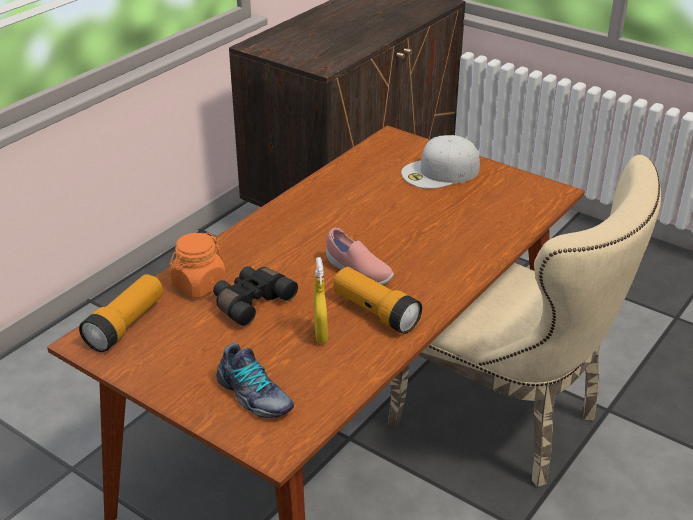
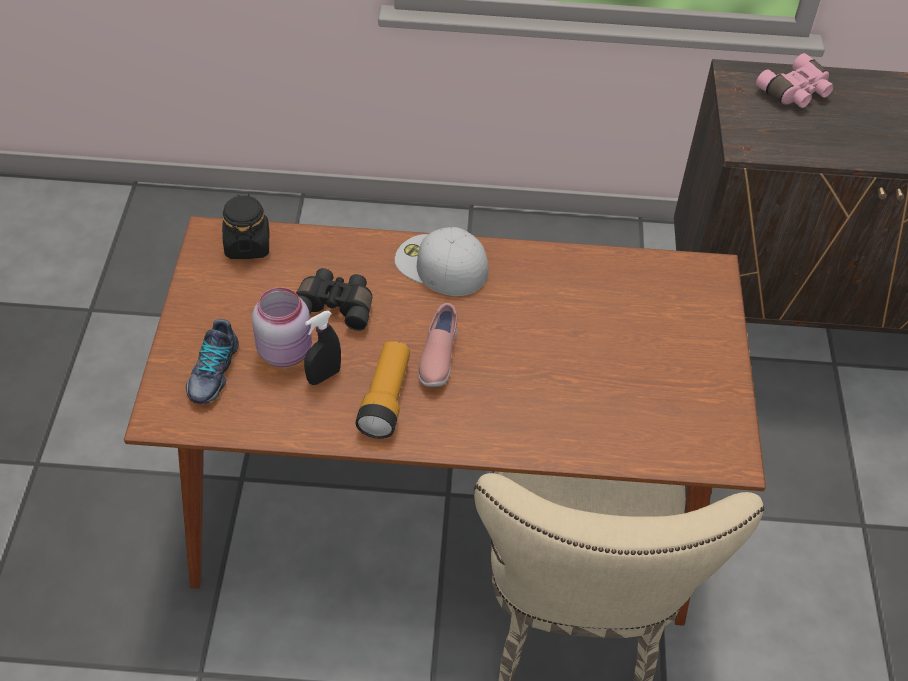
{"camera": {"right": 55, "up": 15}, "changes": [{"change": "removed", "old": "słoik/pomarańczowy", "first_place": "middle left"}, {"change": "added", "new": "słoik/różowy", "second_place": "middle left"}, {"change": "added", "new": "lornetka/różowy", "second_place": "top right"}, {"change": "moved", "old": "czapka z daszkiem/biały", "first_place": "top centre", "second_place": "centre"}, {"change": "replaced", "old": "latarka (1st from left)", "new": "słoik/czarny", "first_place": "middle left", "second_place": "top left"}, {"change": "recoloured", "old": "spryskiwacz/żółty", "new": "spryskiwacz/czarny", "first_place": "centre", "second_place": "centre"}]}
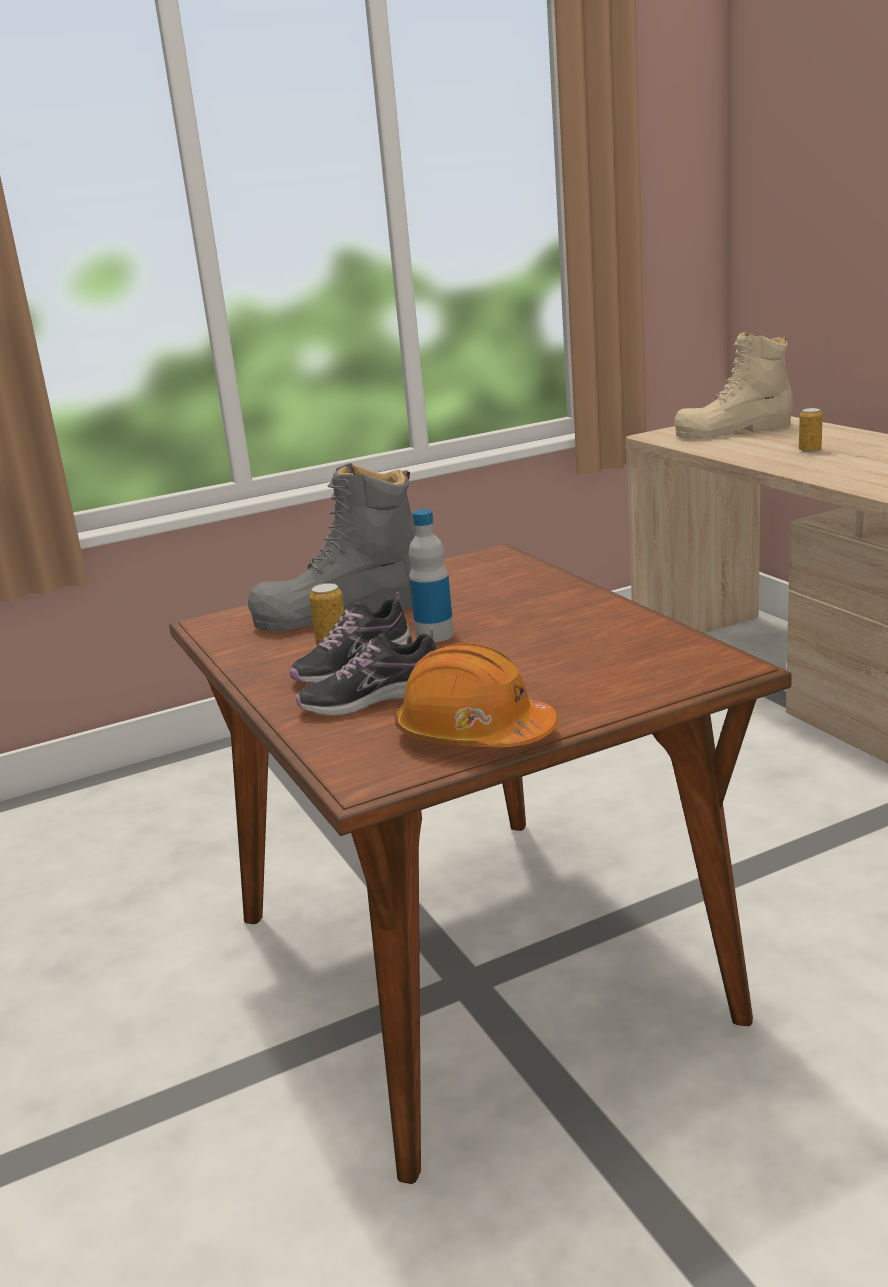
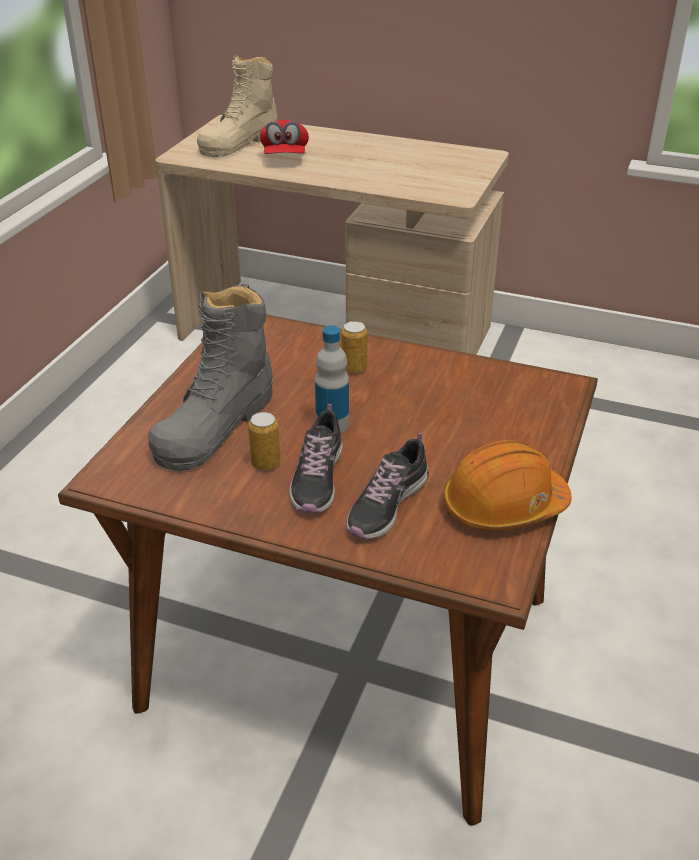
{"camera": {"right": -45, "up": 15}, "changes": [{"change": "added", "new": "czapka z daszkiem/czerwony", "second_place": "top centre"}, {"change": "moved", "old": "puszka (2nd from left)", "first_place": "middle right", "second_place": "centre"}]}
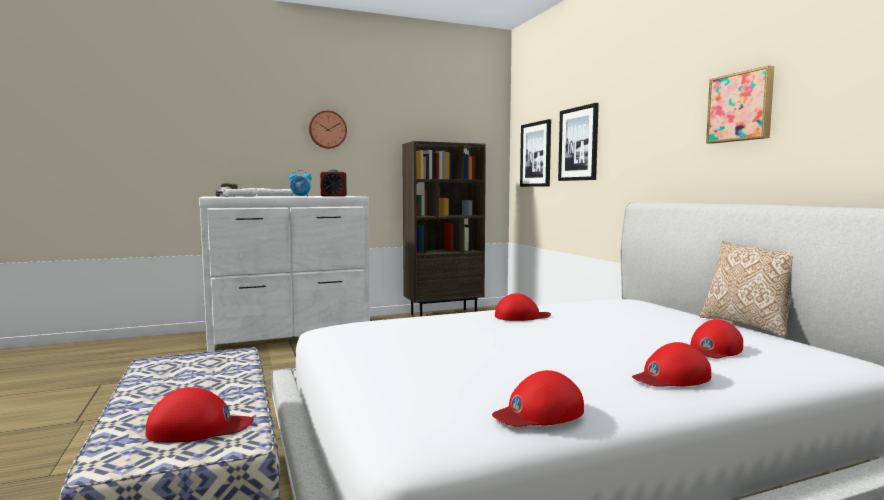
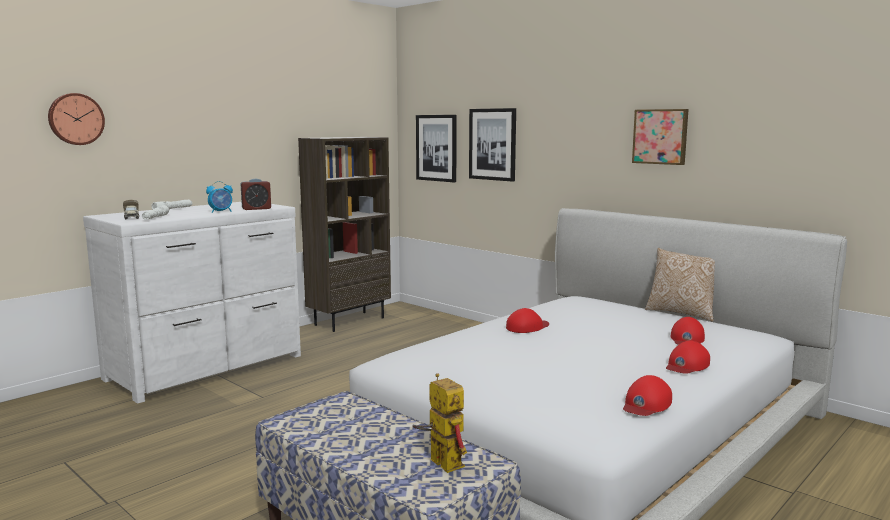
{"camera": {"right": -25, "up": 5}, "changes": [{"change": "moved", "old": "zegar ścienny", "first_place": "top centre", "second_place": "top left"}, {"change": "replaced", "old": "czapka z daszkiem/czerwony (1st from left)", "new": "robot zabawkowy", "first_place": "bottom left", "second_place": "bottom centre"}]}
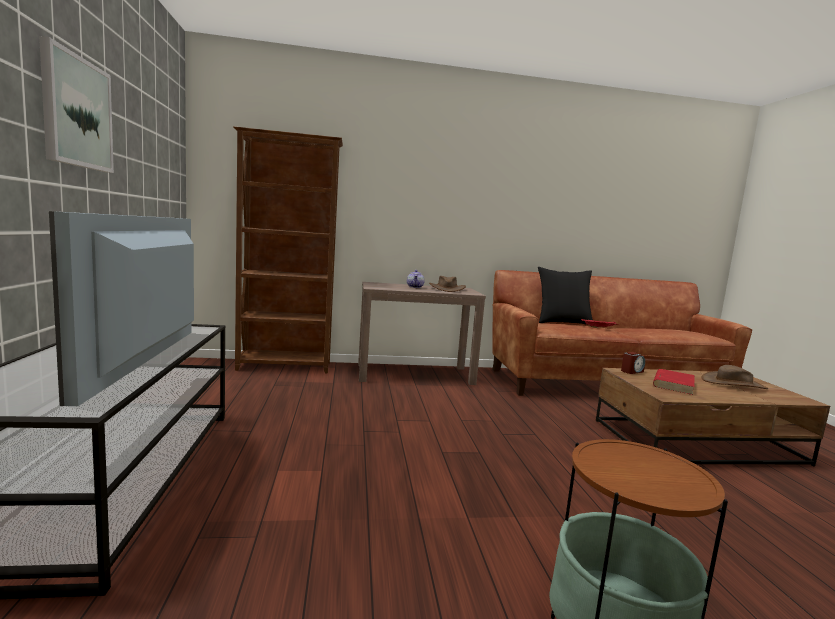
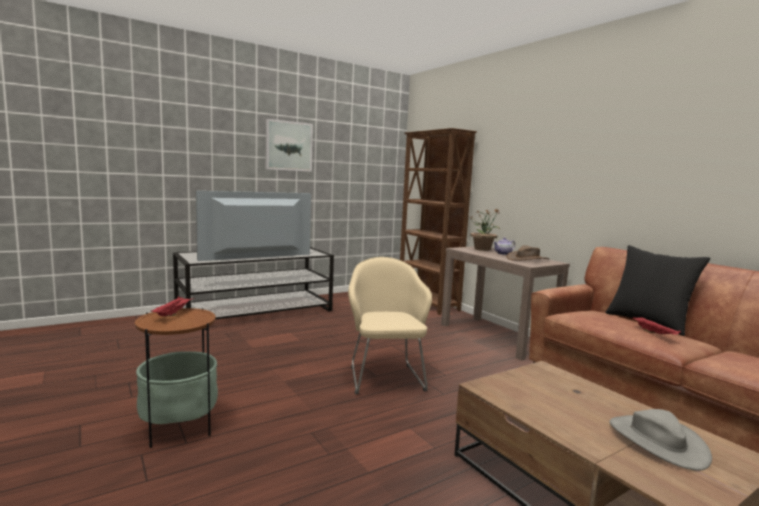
{"camera": {"right": 65, "up": 0}, "changes": [{"change": "removed", "old": "budzik", "first_place": "middle right"}, {"change": "removed", "old": "książka/czerwony", "first_place": "middle right"}, {"change": "added", "new": "taca/czerwony (1st from left)", "second_place": "middle left"}, {"change": "added", "new": "fotel/beżowy", "second_place": "centre"}, {"change": "added", "new": "roślina doniczkowa", "second_place": "centre"}, {"change": "recoloured", "old": "kapelusz/brązowy (2nd from left)", "new": "kapelusz/szary", "first_place": "middle right", "second_place": "bottom right"}]}
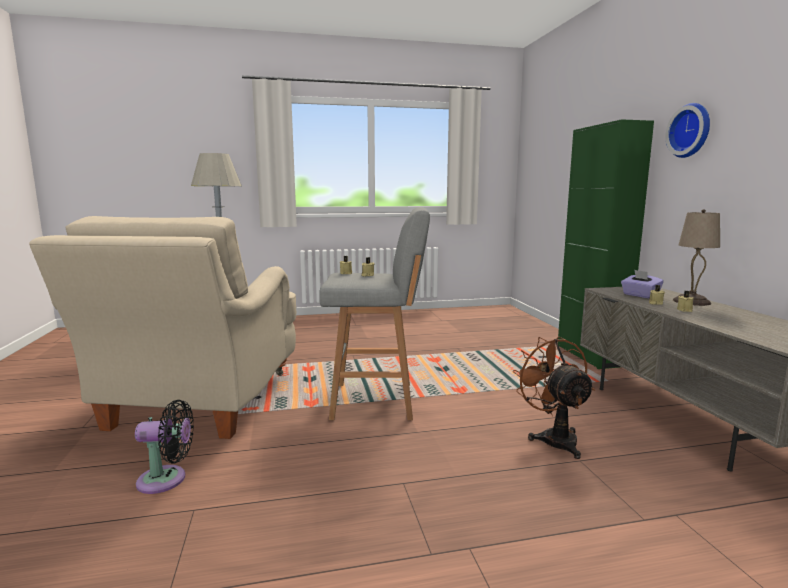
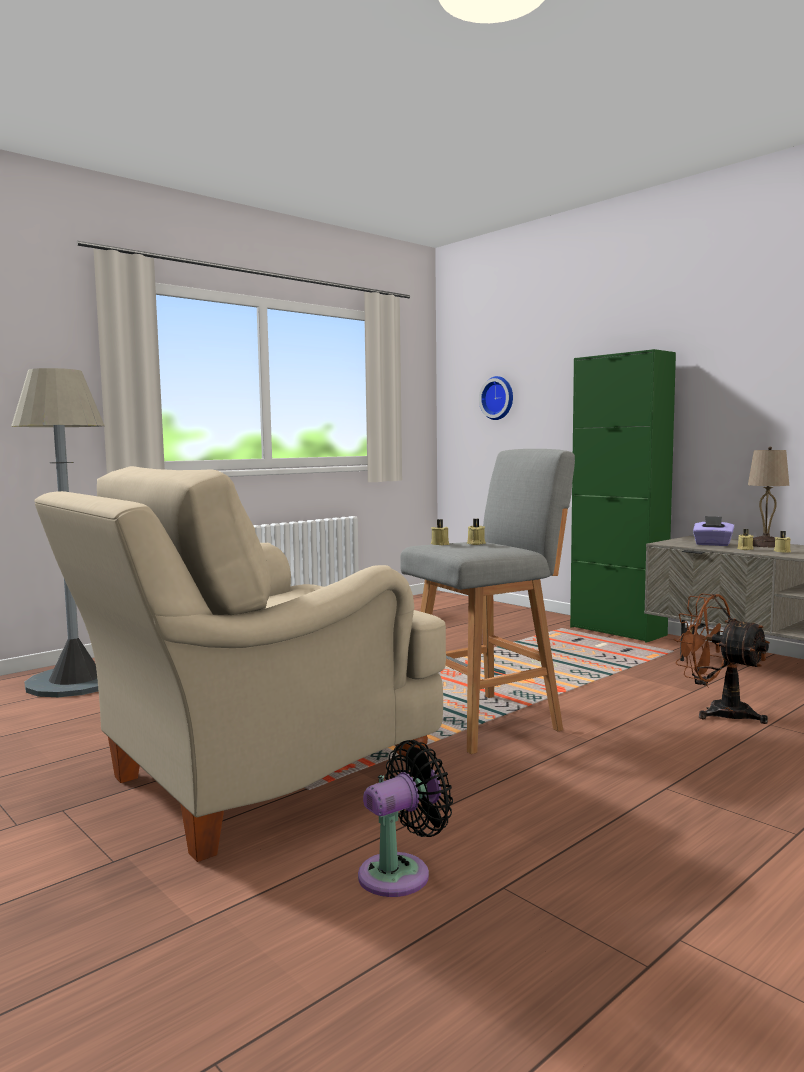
{"camera": {"right": -30, "up": -5}, "changes": [{"change": "moved", "old": "zegar ścienny", "first_place": "top right", "second_place": "centre"}, {"change": "turned", "old": "fotel/beżowy", "first_place": "middle left", "second_place": "middle left", "degrees": 75}]}
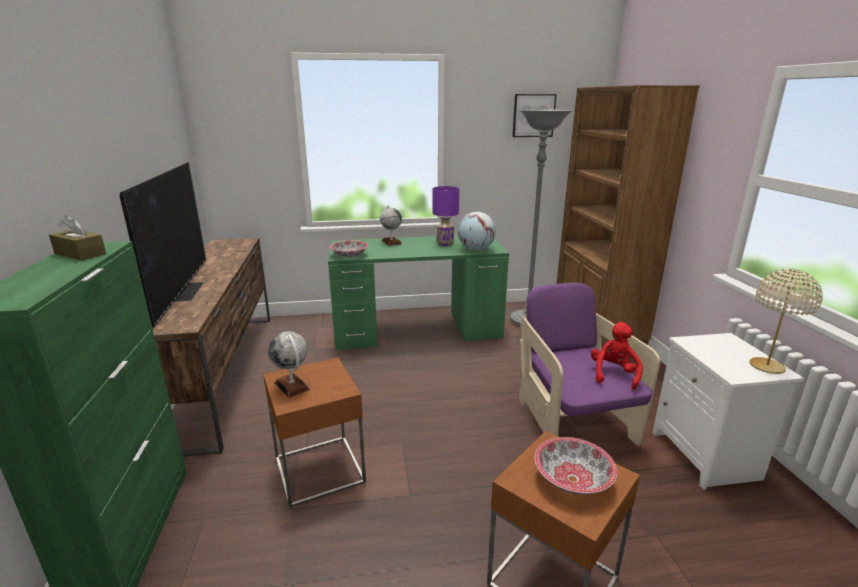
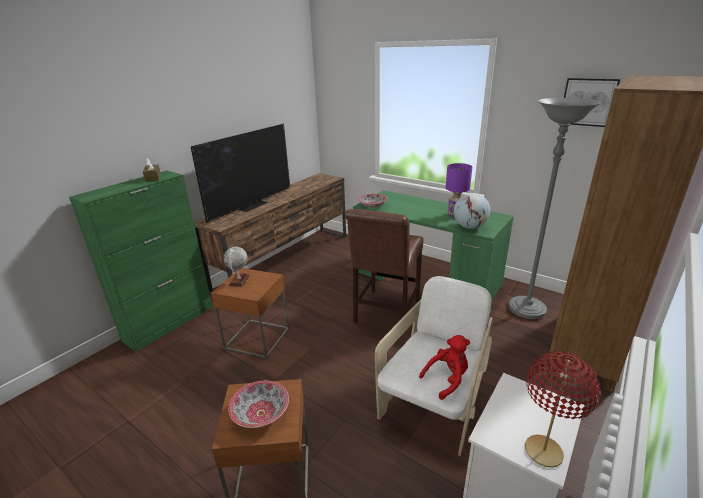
{"camera": {"right": 45, "up": 5}, "changes": [{"change": "removed", "old": "globus (2nd from left)", "first_place": "centre"}, {"change": "added", "new": "krzesło/brązowy", "second_place": "centre"}, {"change": "recoloured", "old": "fotel/fioletowy", "new": "fotel/biały", "first_place": "middle right", "second_place": "bottom centre"}, {"change": "recoloured", "old": "lampa stołowa/beżowy", "new": "lampa stołowa/czerwony", "first_place": "middle right", "second_place": "bottom right"}]}
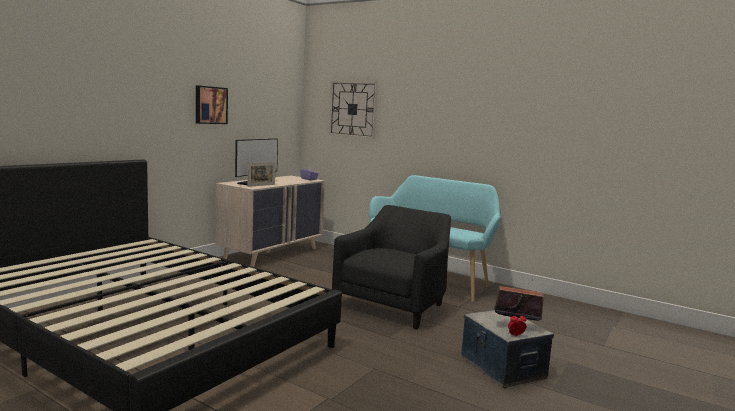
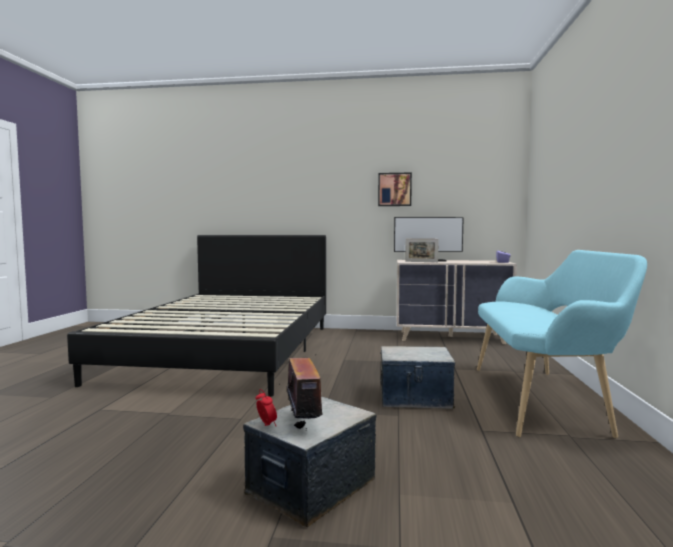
{"camera": {"right": 65, "up": -5}, "changes": [{"change": "removed", "old": "zegar ścienny", "first_place": "top centre"}, {"change": "replaced", "old": "fotel/czarny", "new": "pojemnik do przechowywania (2nd from left)", "first_place": "centre", "second_place": "bottom centre"}]}
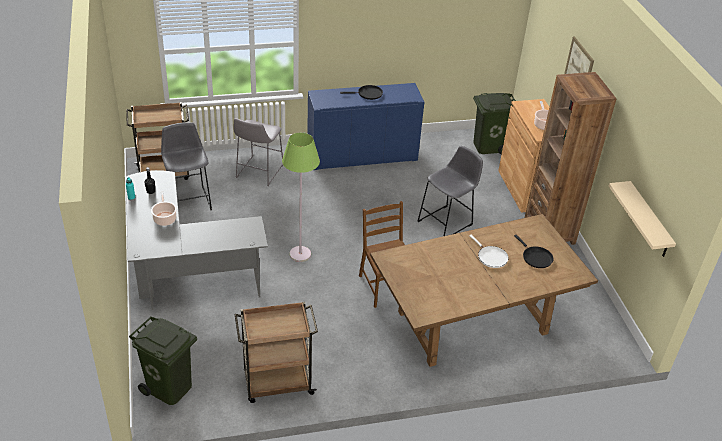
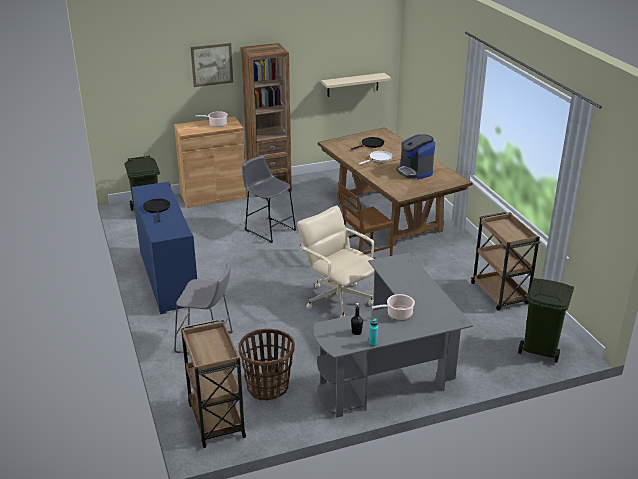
{"camera": {"right": -95, "up": -10}, "changes": [{"change": "added", "new": "ekspres do kawy", "second_place": "top centre"}, {"change": "replaced", "old": "stołek/szary (1st from left)", "new": "koszyk", "first_place": "middle left", "second_place": "bottom centre"}, {"change": "replaced", "old": "lampa stojąca/zielony", "new": "krzesło biurowe/beżowy", "first_place": "centre", "second_place": "centre"}]}
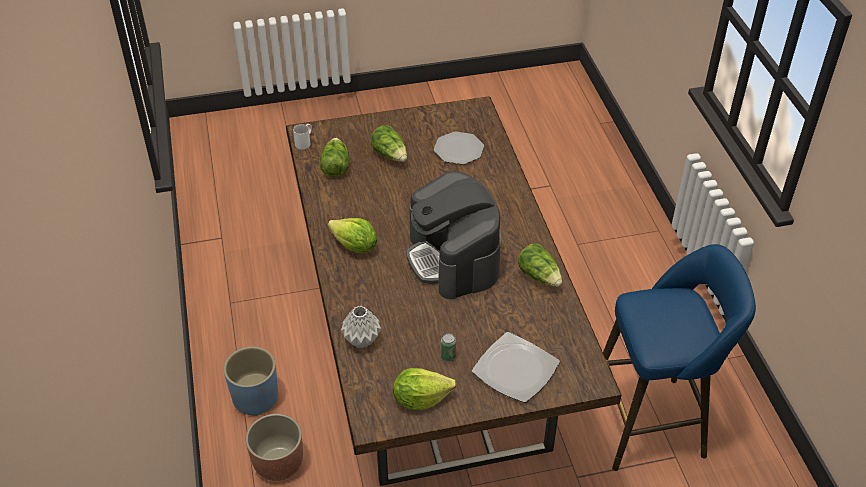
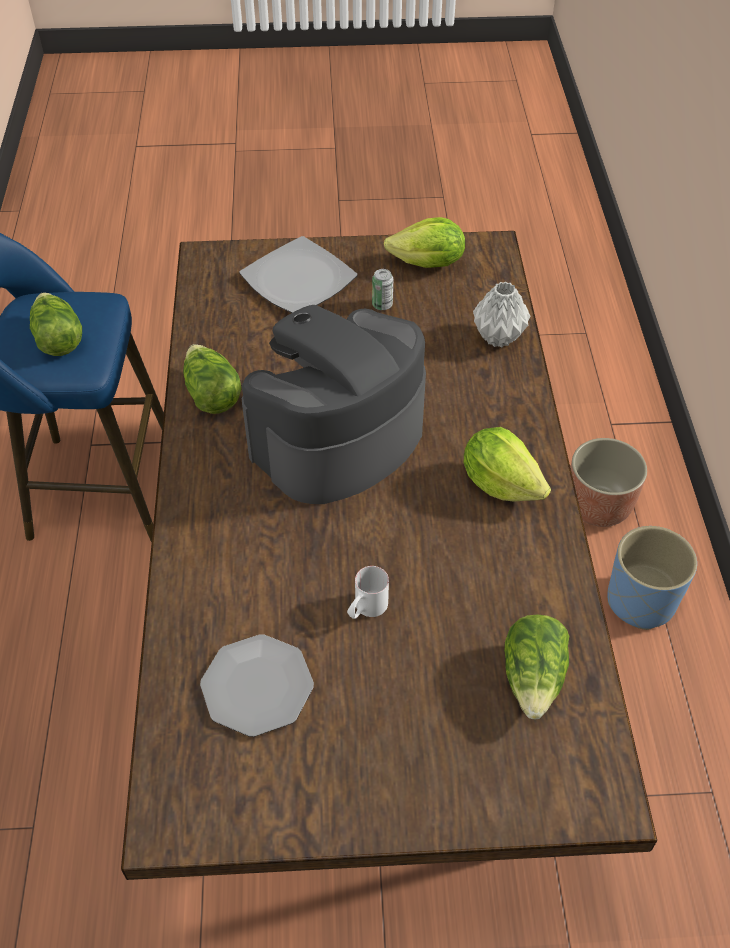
{"camera": {"right": -170, "up": 5}, "changes": [{"change": "moved", "old": "kubek/biały", "first_place": "top centre", "second_place": "centre"}, {"change": "moved", "old": "sałata (3rd from left in the first image)", "new": "sałata (1st from left)", "first_place": "top centre", "second_place": "middle left"}, {"change": "turned", "old": "ekspres do kawy", "first_place": "centre", "second_place": "centre", "degrees": -120}]}
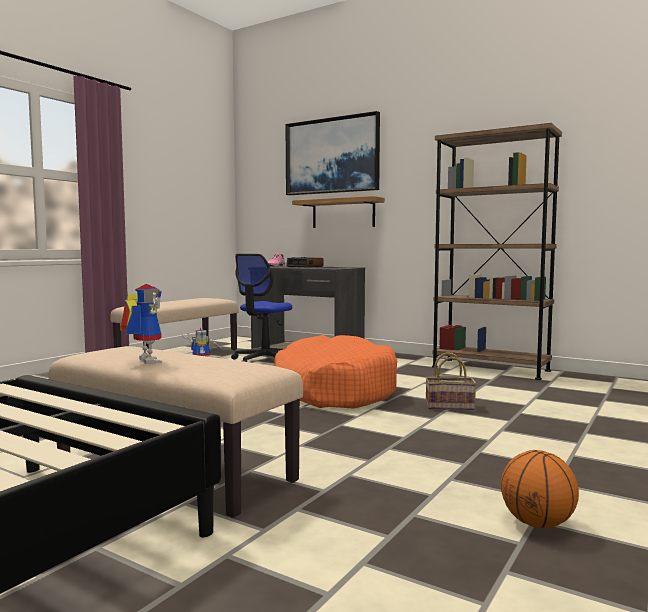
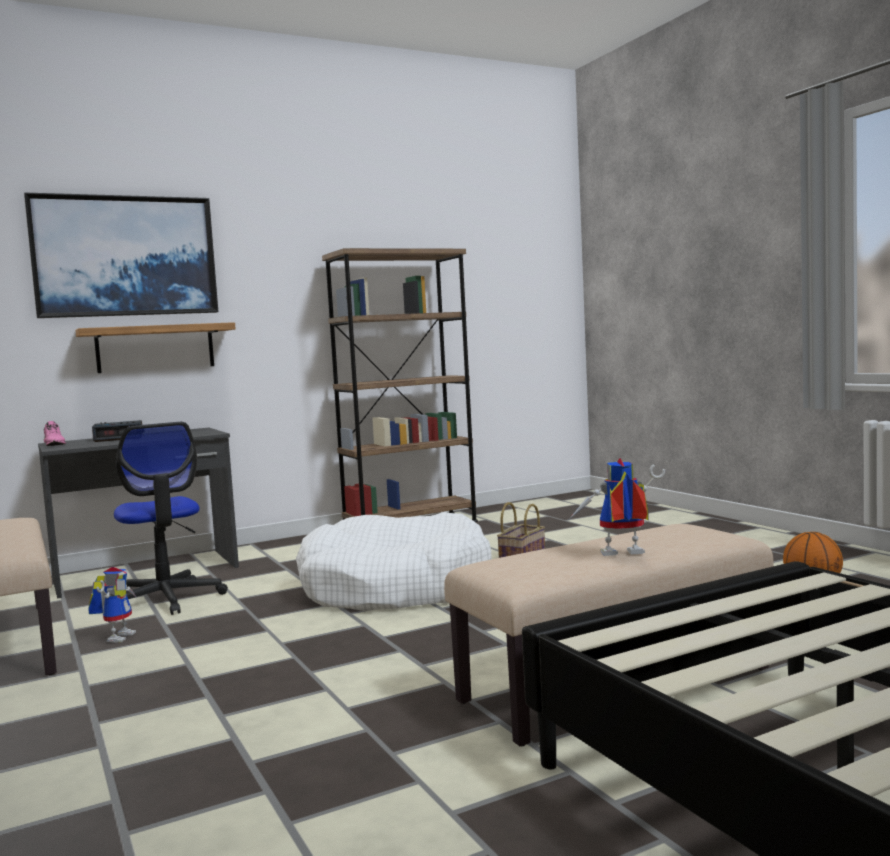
{"camera": {"right": -60, "up": 0}, "changes": [{"change": "recoloured", "old": "legowisko/pomarańczowy", "new": "legowisko/biały", "first_place": "centre", "second_place": "centre"}]}
